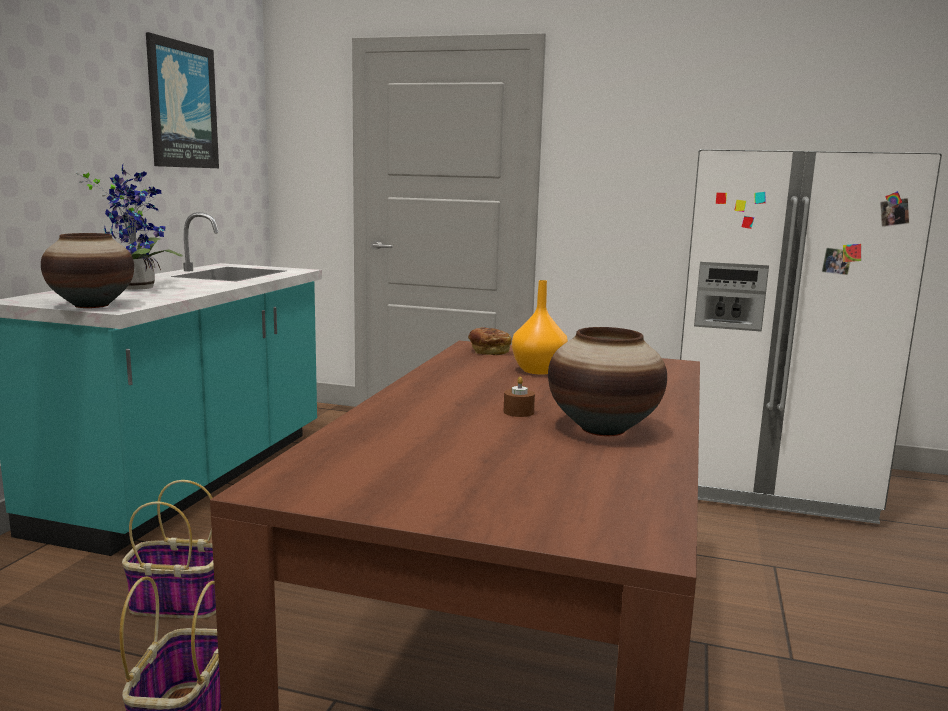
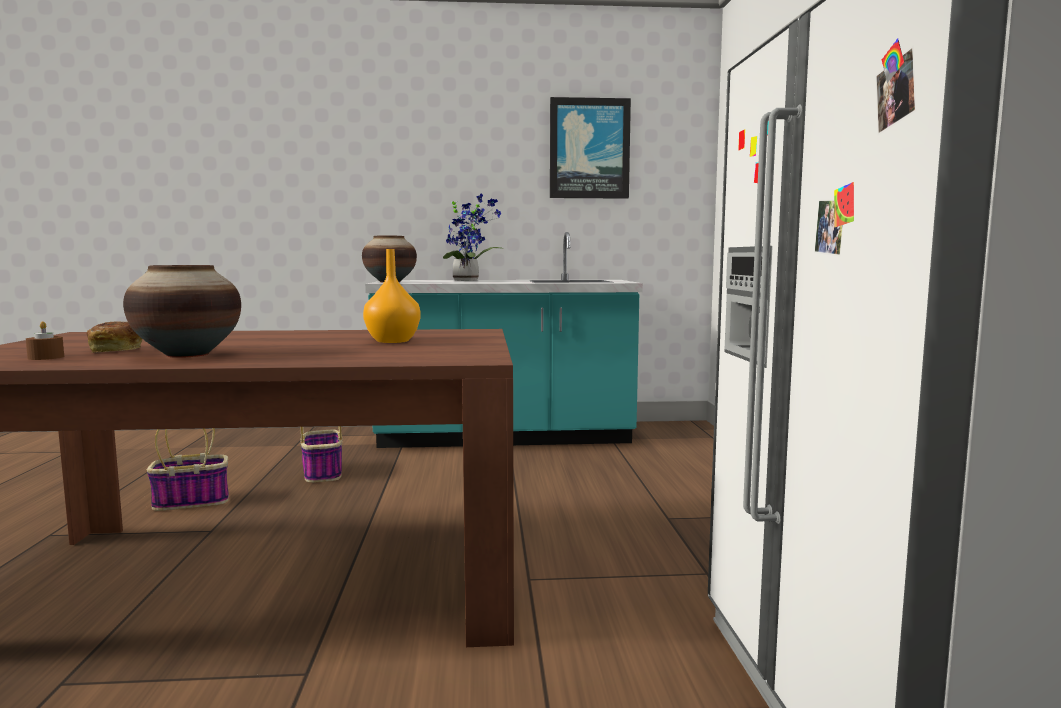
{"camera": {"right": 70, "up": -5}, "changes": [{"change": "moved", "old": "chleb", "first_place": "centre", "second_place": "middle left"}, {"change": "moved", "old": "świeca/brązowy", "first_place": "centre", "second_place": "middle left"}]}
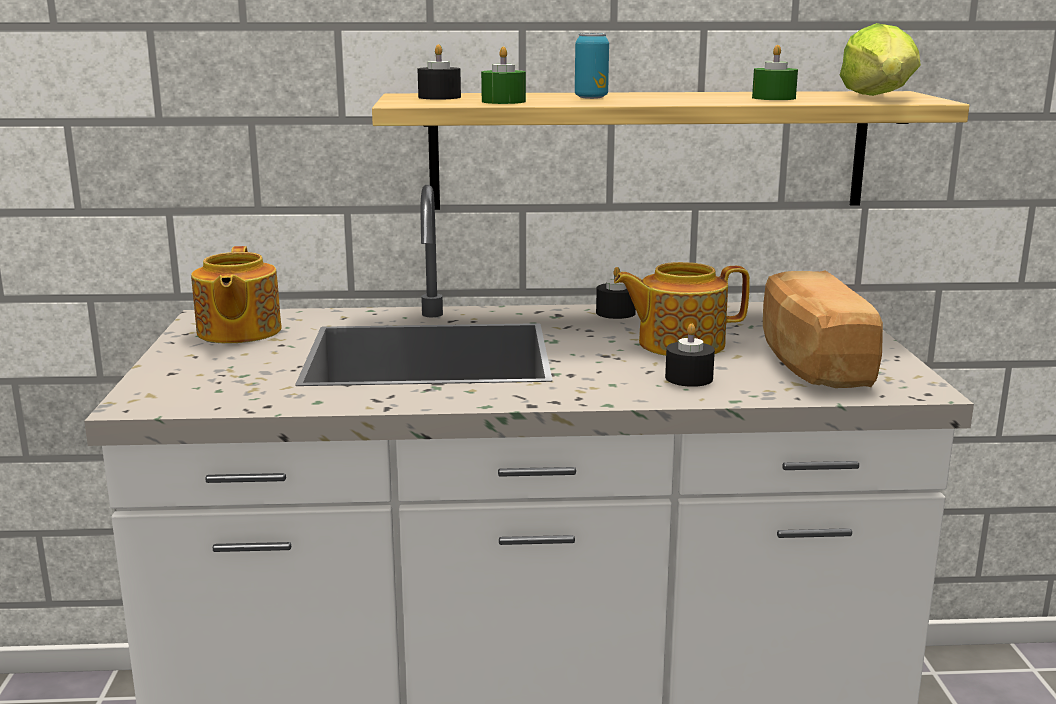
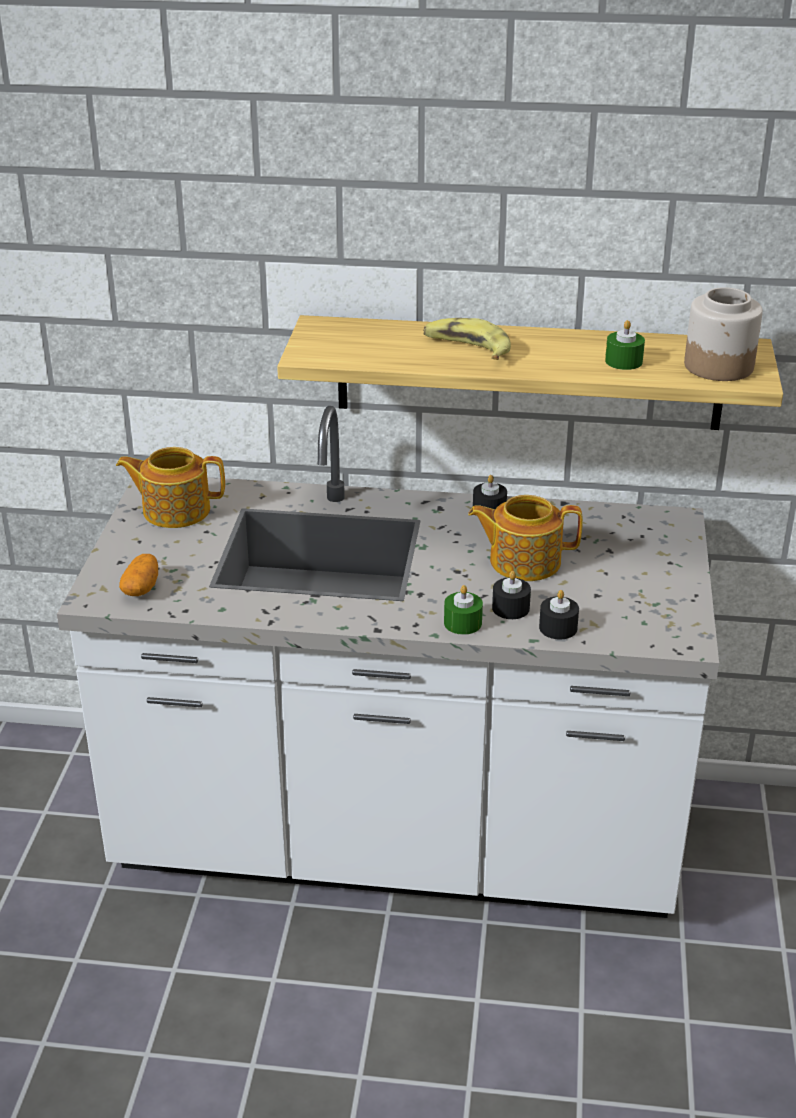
{"camera": {"right": 10, "up": 15}, "changes": [{"change": "removed", "old": "chleb", "first_place": "middle right"}, {"change": "added", "new": "ziemniak", "second_place": "middle left"}, {"change": "moved", "old": "świeca/czarny (1st from left in the first image)", "new": "świeca/czarny (3rd from left)", "first_place": "top centre", "second_place": "middle right"}, {"change": "moved", "old": "świeca/zielony (1st from left)", "first_place": "top centre", "second_place": "centre"}, {"change": "replaced", "old": "puszka", "new": "banan", "first_place": "top centre", "second_place": "top centre"}, {"change": "replaced", "old": "sałata", "new": "słoik", "first_place": "top right", "second_place": "top right"}, {"change": "turned", "old": "imbryk (1st from left)", "first_place": "middle left", "second_place": "middle left", "degrees": 90}]}
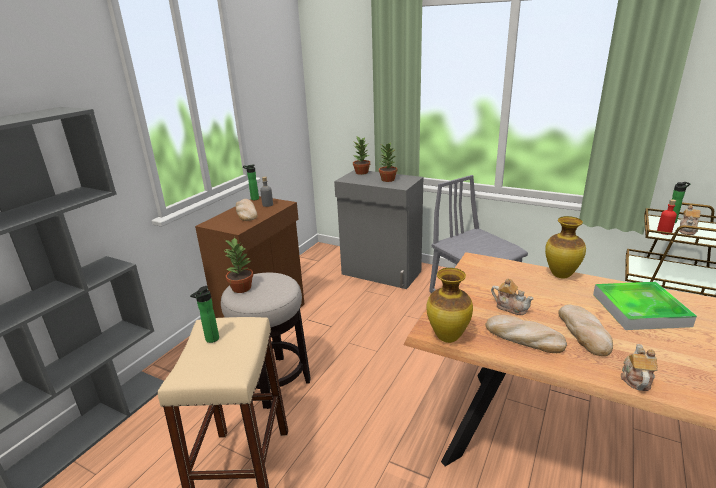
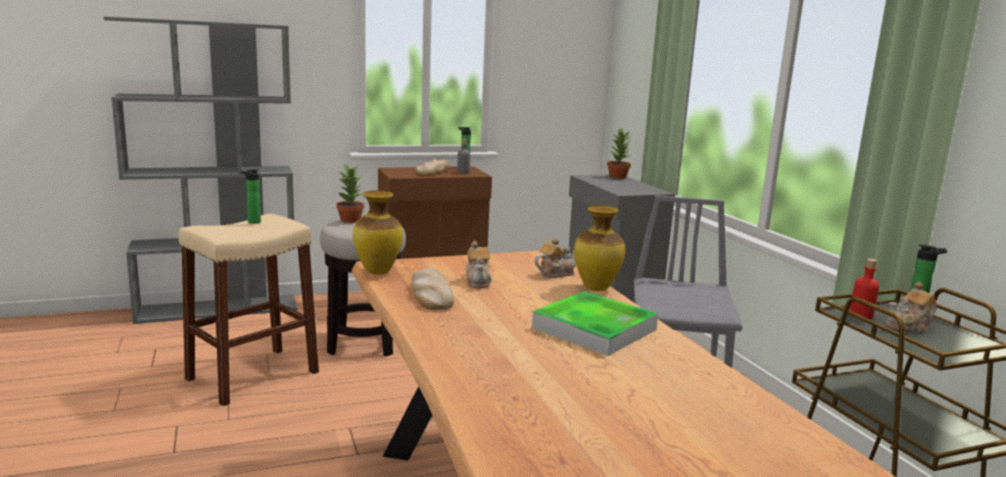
{"camera": {"right": 40, "up": -10}, "changes": [{"change": "removed", "old": "roślina doniczkowa (3rd from left)", "first_place": "top centre"}, {"change": "removed", "old": "chleb (3rd from left)", "first_place": "bottom right"}, {"change": "moved", "old": "imbryk (2nd from left)", "first_place": "bottom right", "second_place": "centre"}]}
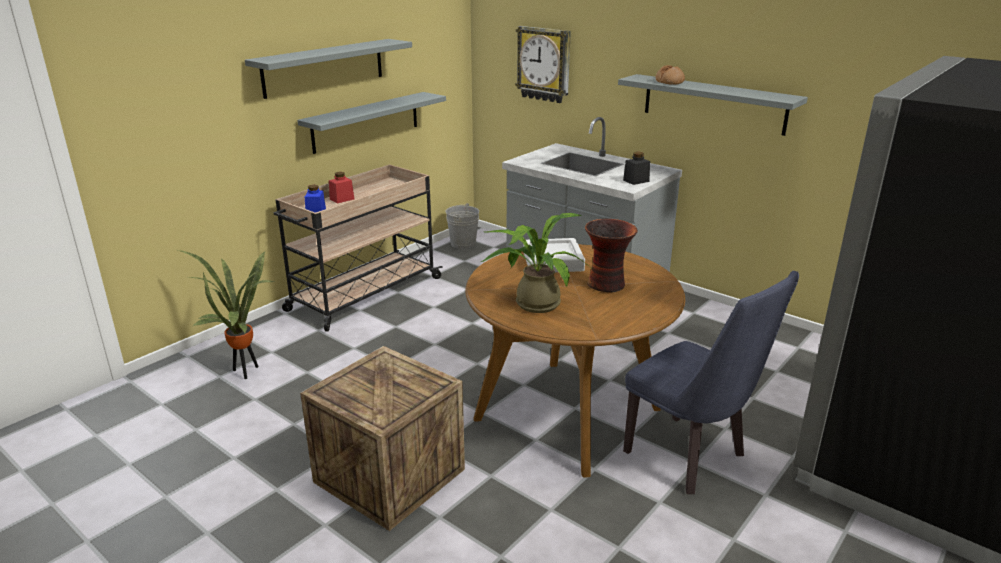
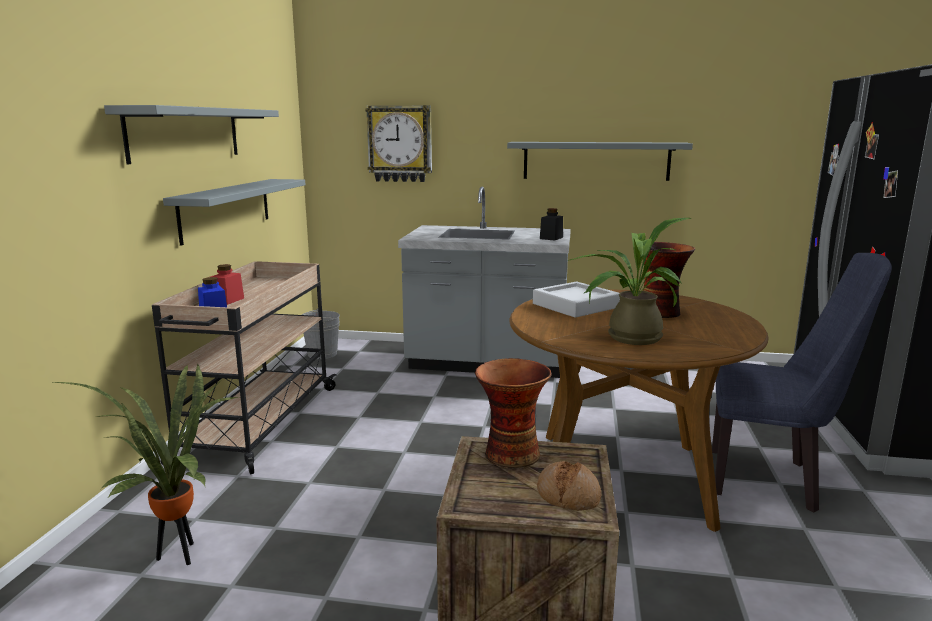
{"camera": {"right": -30, "up": -10}, "changes": [{"change": "added", "new": "wazon (1st from left)", "second_place": "centre"}, {"change": "moved", "old": "chleb", "first_place": "top right", "second_place": "bottom centre"}]}
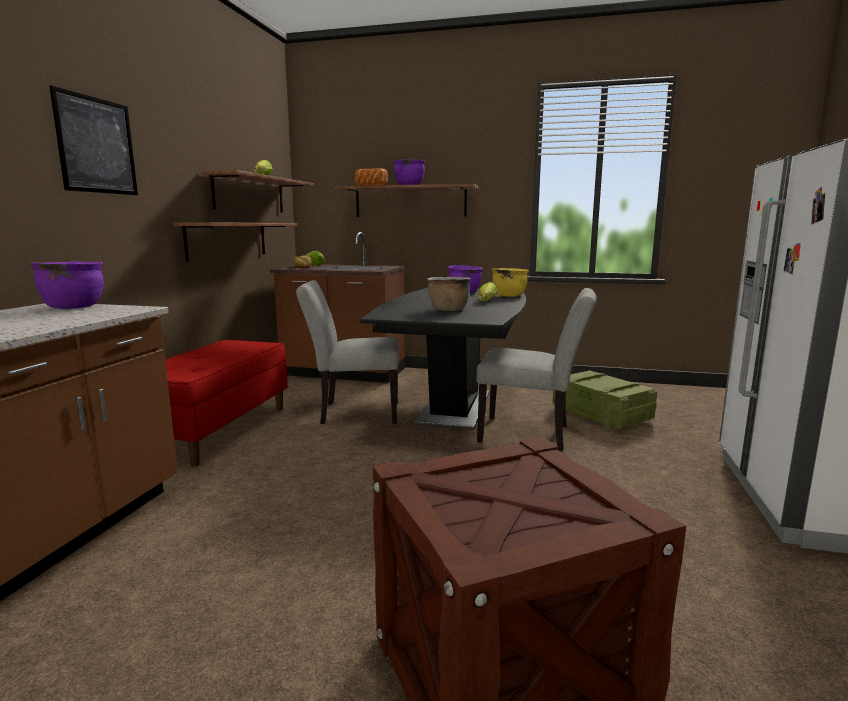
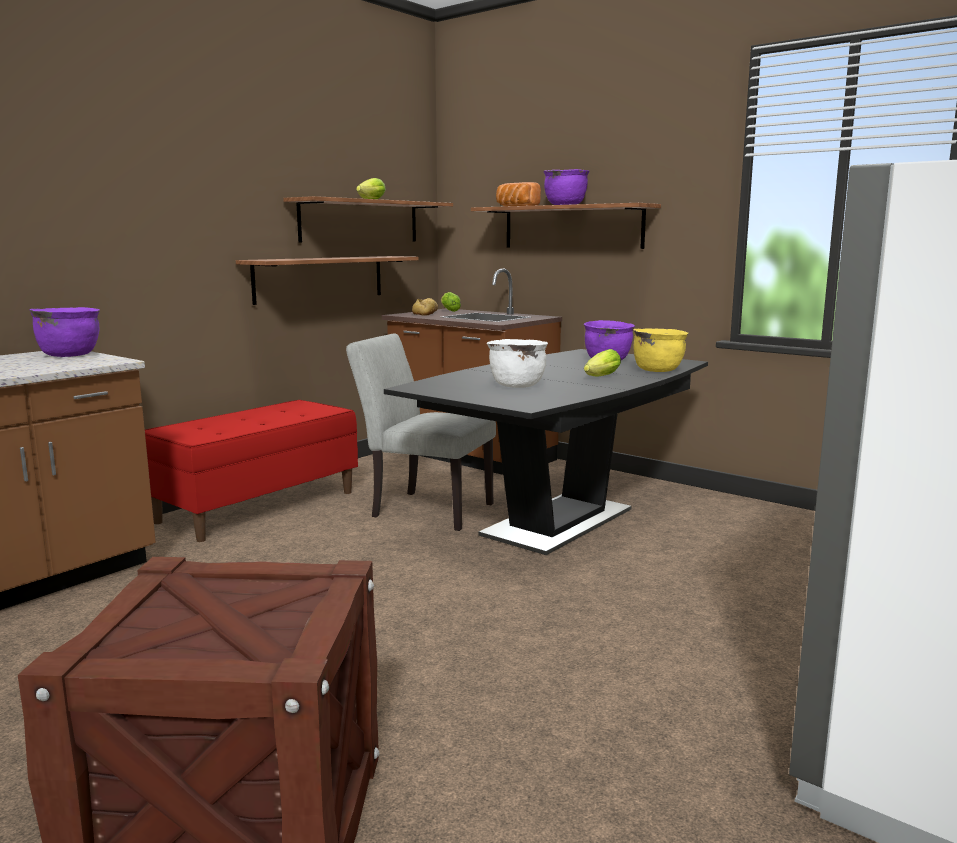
{"camera": {"right": 25, "up": 0}, "changes": [{"change": "removed", "old": "obraz", "first_place": "top left"}, {"change": "removed", "old": "krzesło/szary (2nd from left)", "first_place": "centre"}, {"change": "removed", "old": "skrzynka (2nd from left)", "first_place": "middle right"}, {"change": "recoloured", "old": "garnek/brązowy", "new": "garnek/biały", "first_place": "centre", "second_place": "centre"}]}
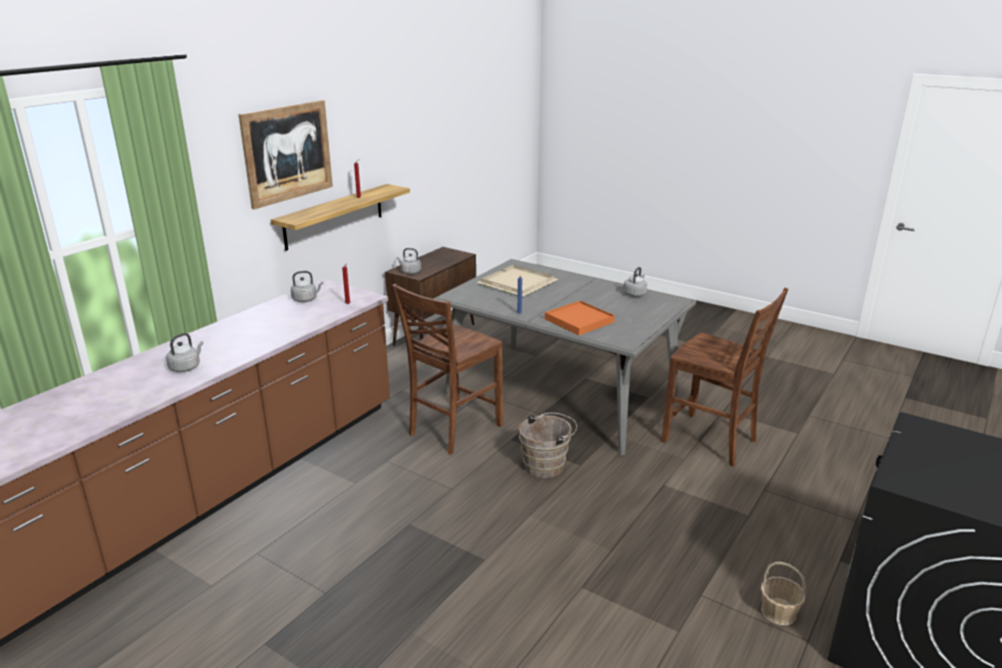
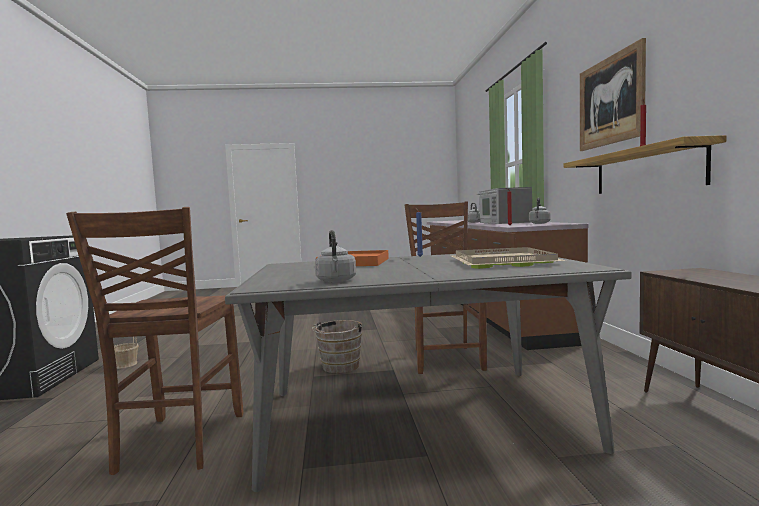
{"camera": {"right": 140, "up": -20}, "changes": [{"change": "removed", "old": "czajnik/szary (3rd from left)", "first_place": "centre"}, {"change": "added", "new": "mikrofalówka", "second_place": "centre"}, {"change": "turned", "old": "krzesło/brązowy (2nd from left in the first image)", "first_place": "middle right", "second_place": "bottom left", "degrees": -90}]}
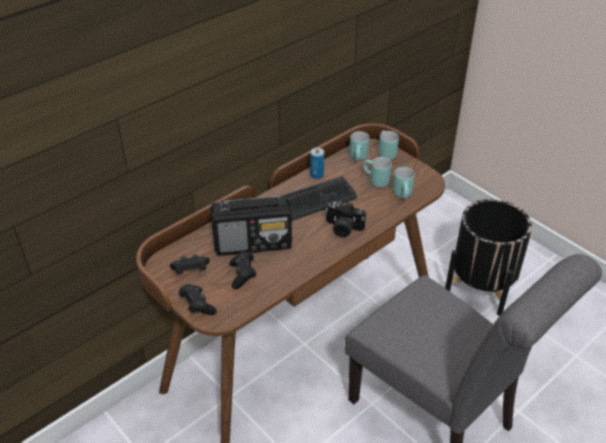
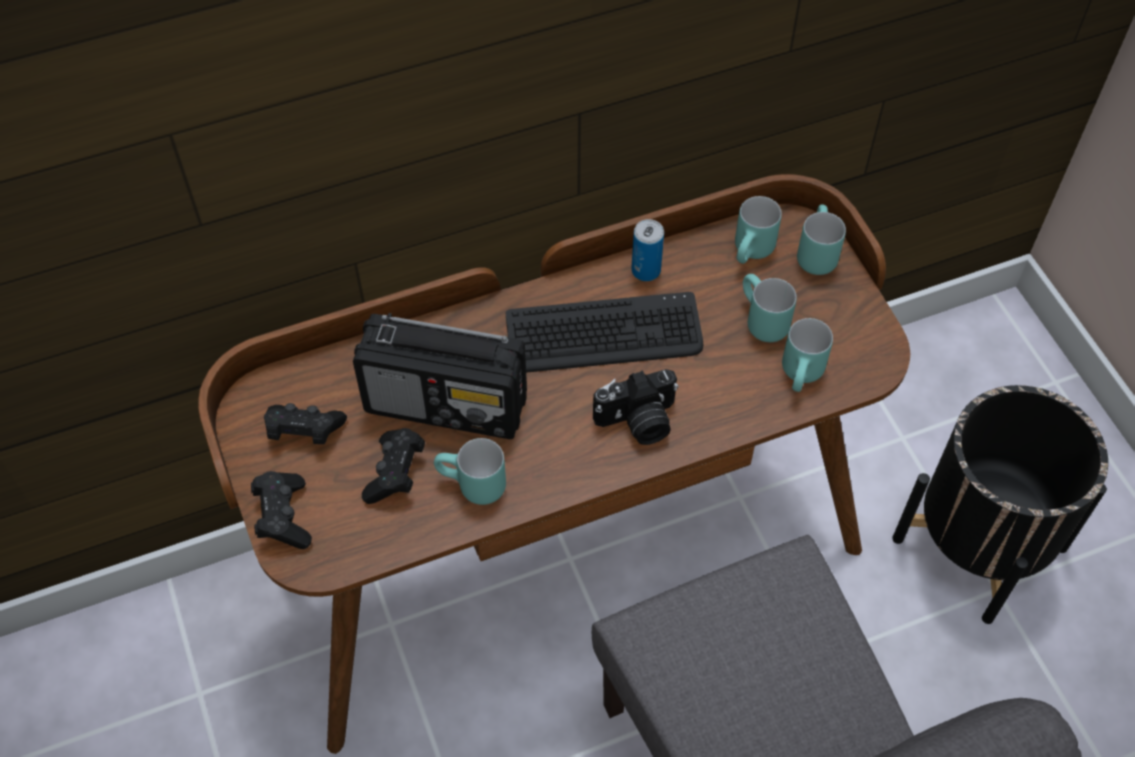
{"camera": {"right": 20, "up": 15}, "changes": [{"change": "added", "new": "kubek/turkusowy (1st from left)", "second_place": "centre"}, {"change": "turned", "old": "aparat fotograficzny", "first_place": "centre", "second_place": "centre", "degrees": -60}]}
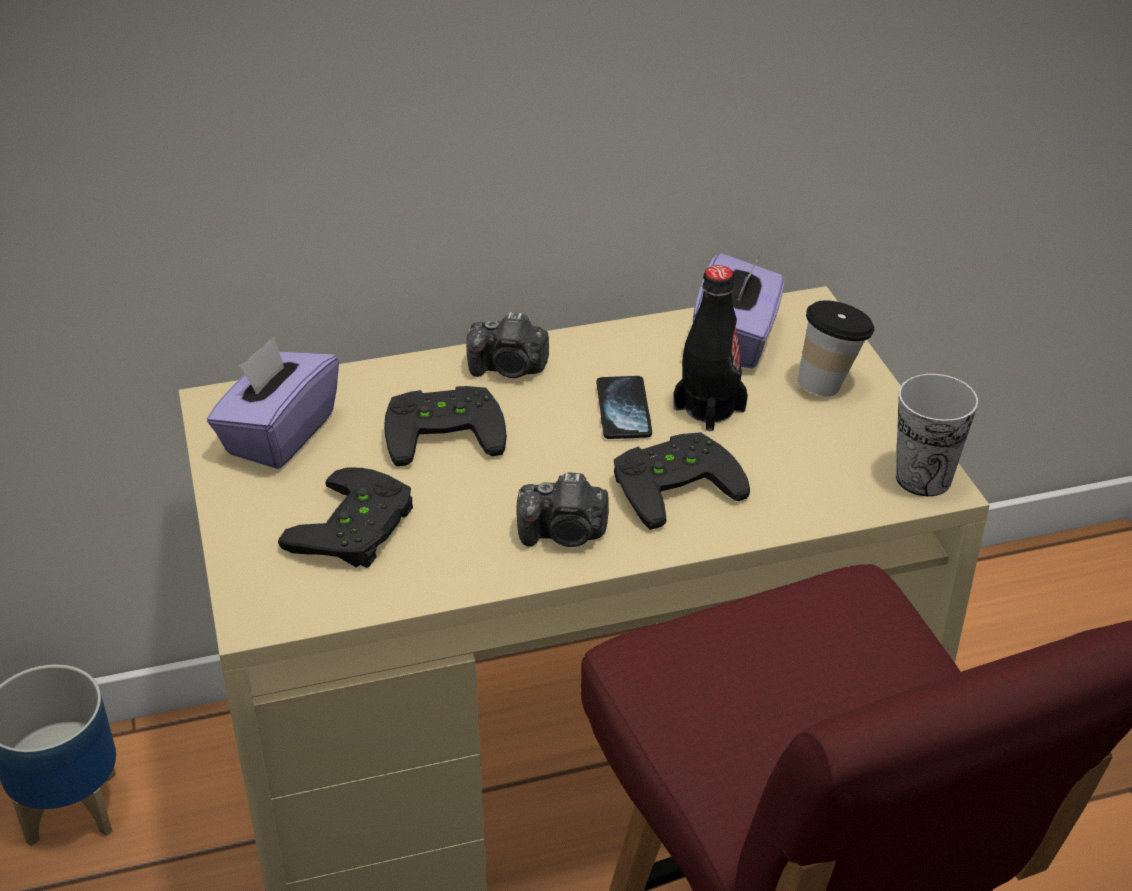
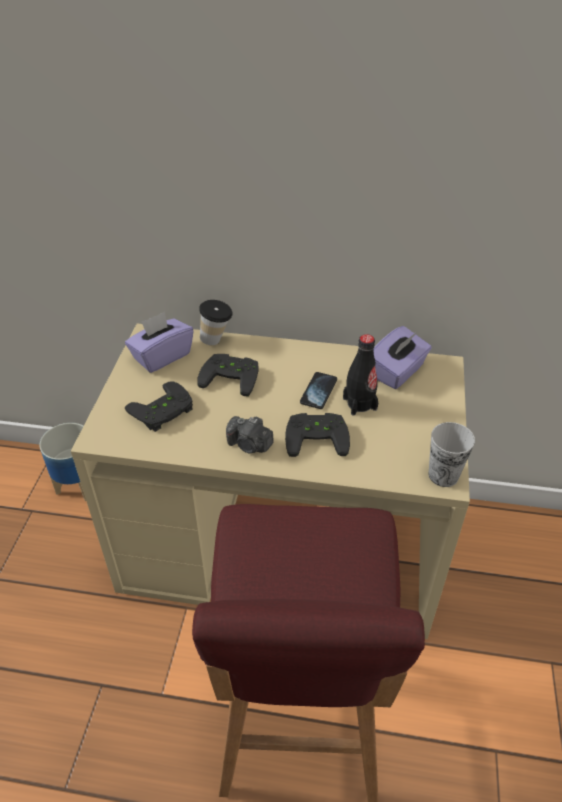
{"camera": {"right": 25, "up": 5}, "changes": [{"change": "removed", "old": "aparat fotograficzny (1st from left)", "first_place": "centre"}, {"change": "moved", "old": "filiżanka (1st from left)", "first_place": "middle right", "second_place": "centre"}]}
